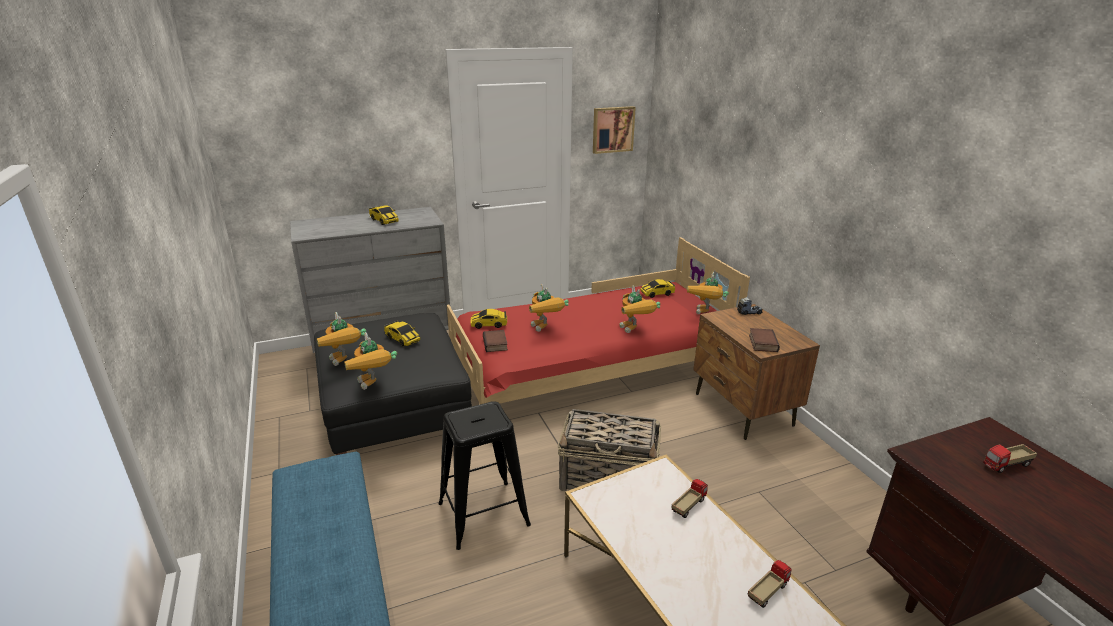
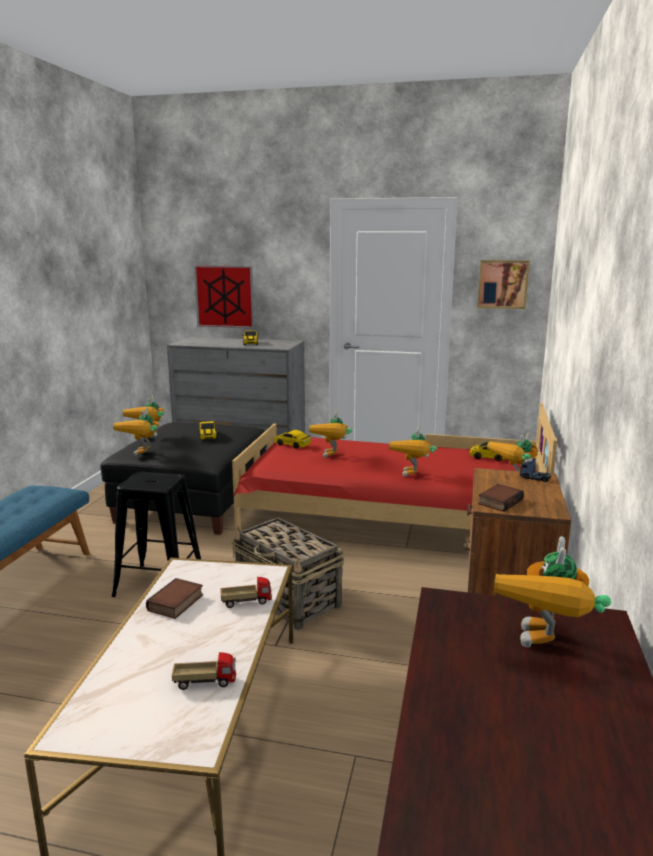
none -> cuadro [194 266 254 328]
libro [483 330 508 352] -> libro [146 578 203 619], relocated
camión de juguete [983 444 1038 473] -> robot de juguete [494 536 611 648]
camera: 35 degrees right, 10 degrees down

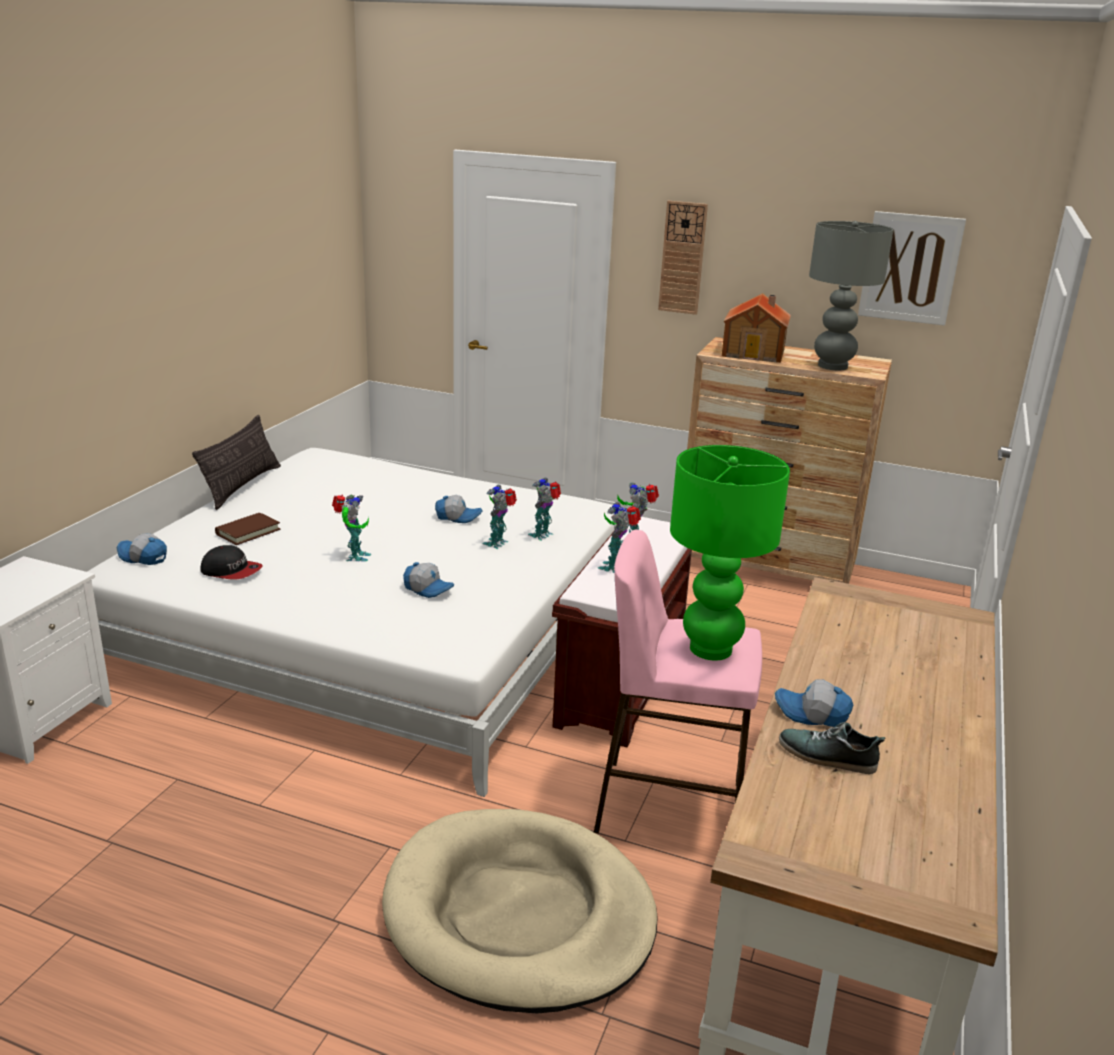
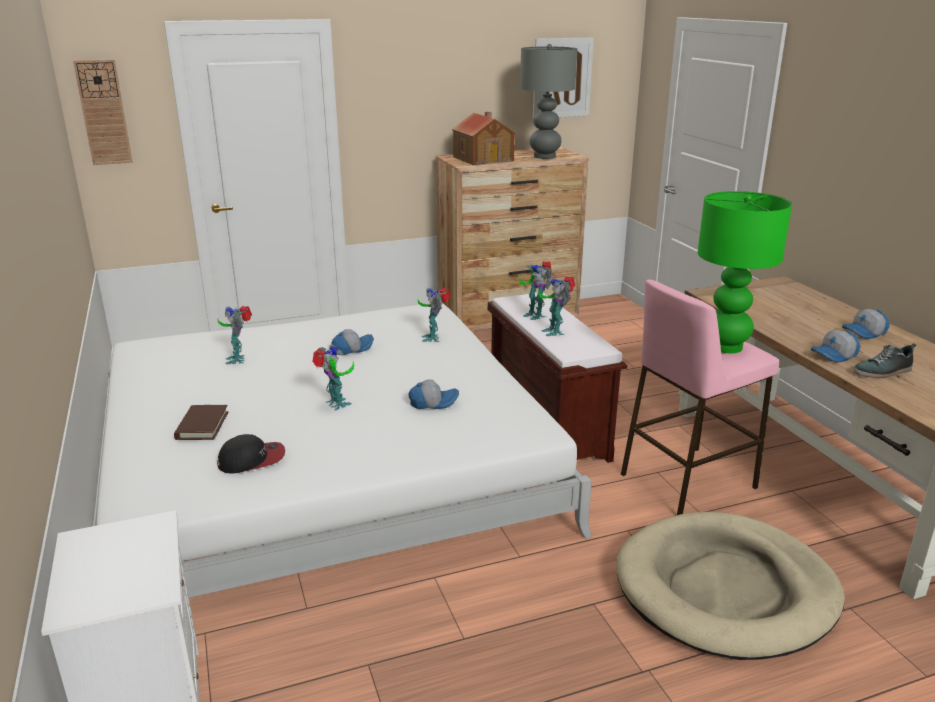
cojín [192 415 281 510] -> none
gorra [116 533 167 565] -> gorra [842 309 890 339], relocated
robot de juguete [483 485 517 549] -> robot de juguete [217 306 252 364], relocated
reloj de pared [658 201 708 315] -> reloj de pared [73 59 133 165], relocated
camera: 40 degrees left, 0 degrees up

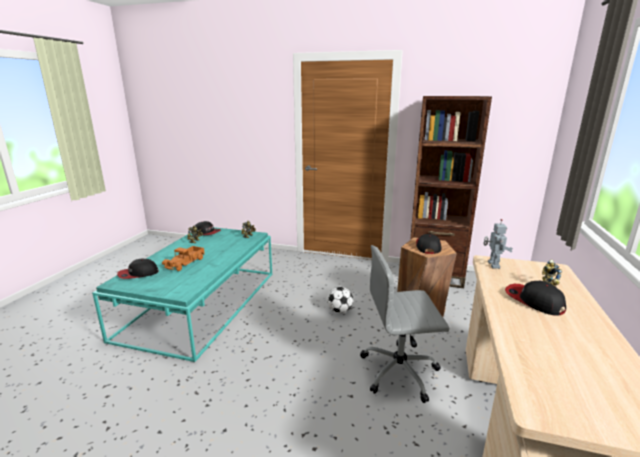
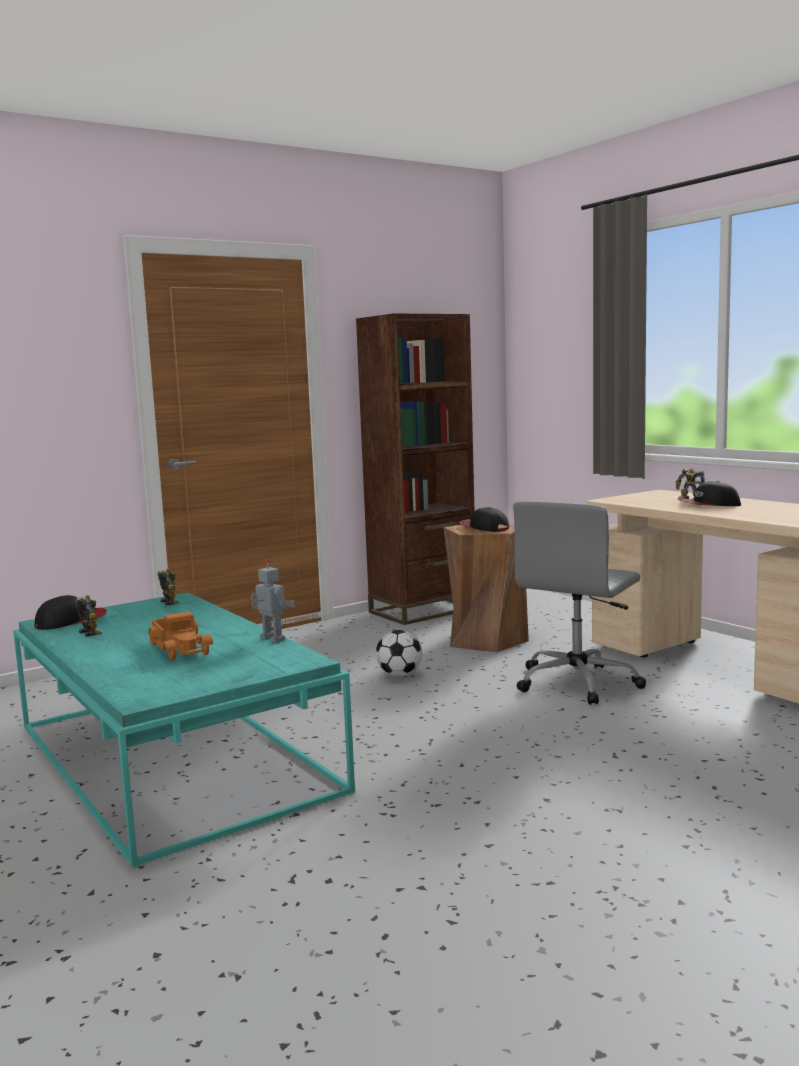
gorra [117 259 158 279] -> none
robot de juguete [483 219 513 269] -> robot de juguete [251 559 296 643], relocated
camera: 50 degrees left, 10 degrees down

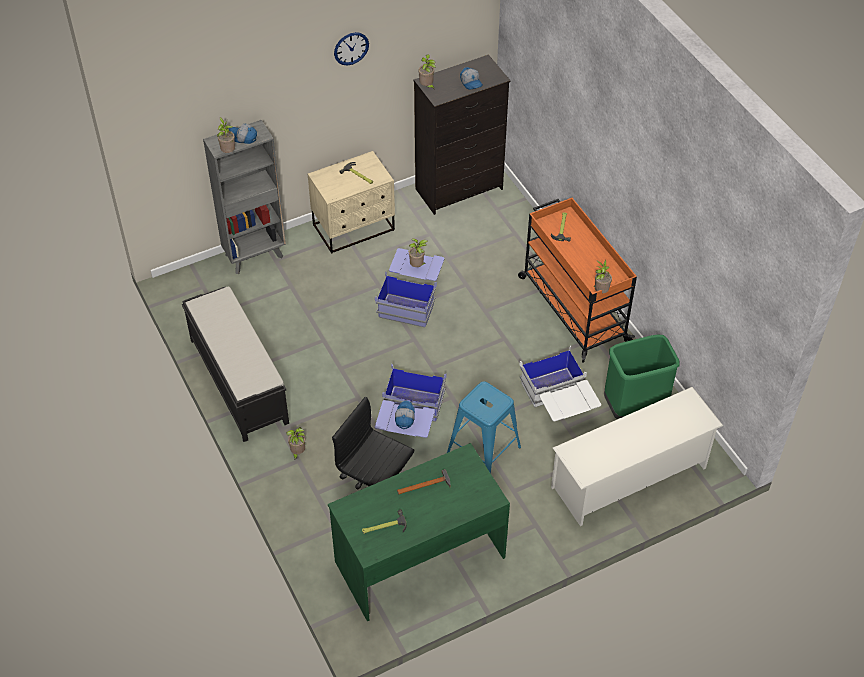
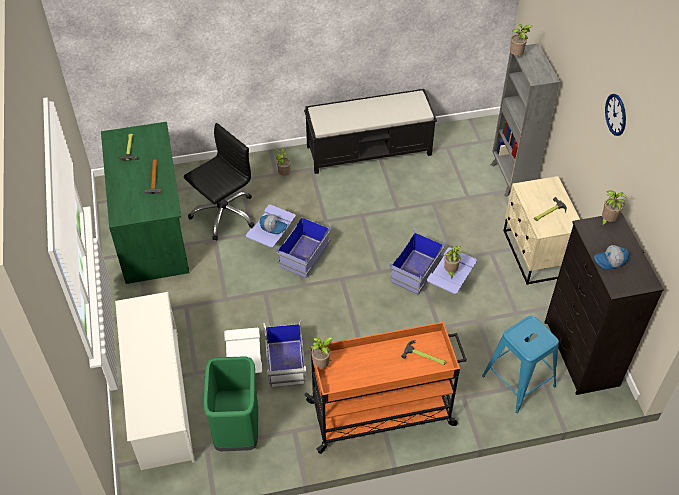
gorra [228 124 257 144] -> none
taburete/azul [447 381 521 473] -> taburete/azul [482 315 559 413], relocated
camera: 105 degrees right, 0 degrees up

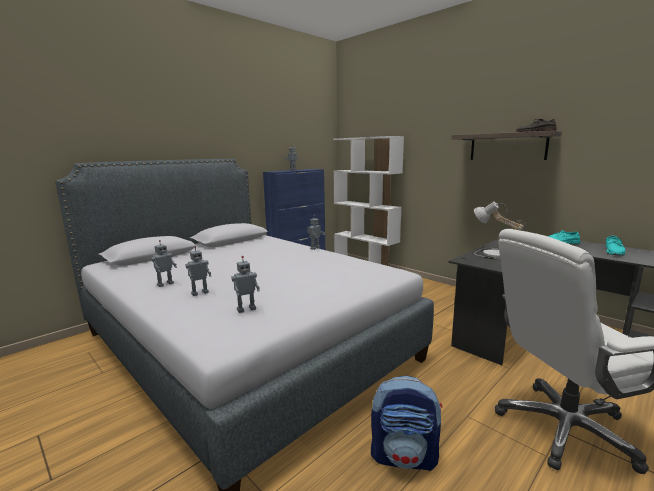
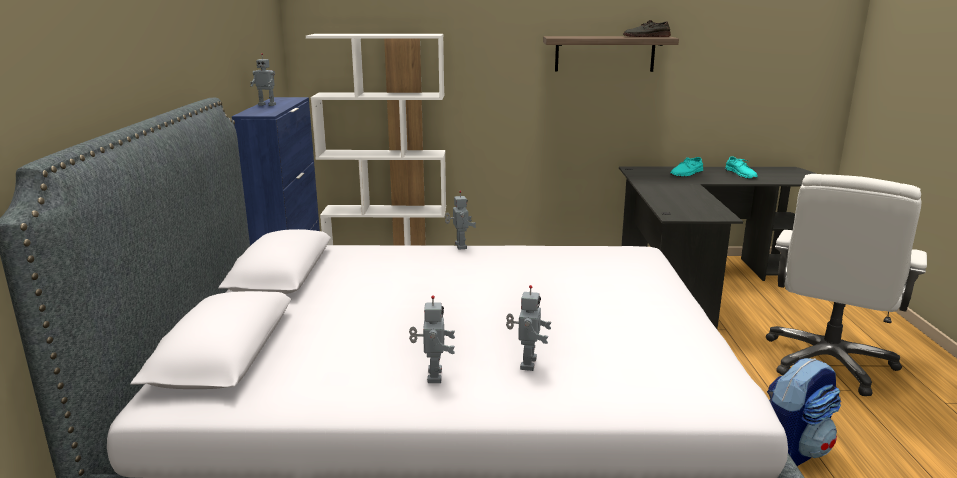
robot de juguete [231 256 260 313] -> none
lámpara de mesa [474 201 526 260] -> none
camera: 45 degrees left, 5 degrees up

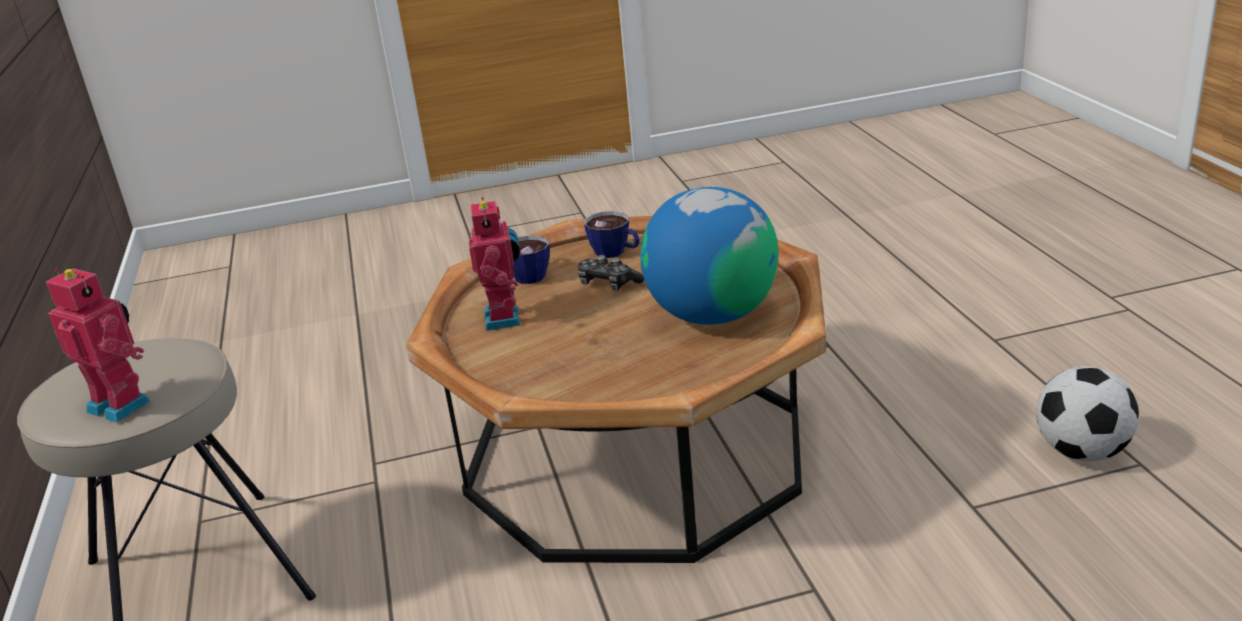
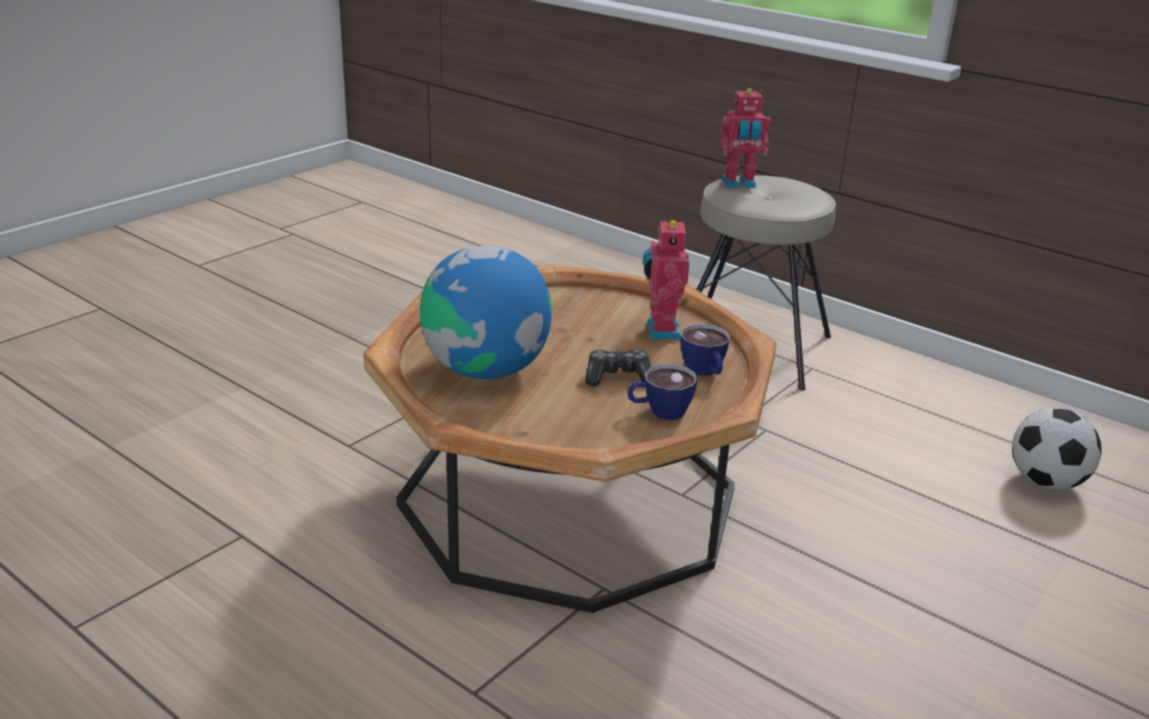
balón de fútbol [1036 367 1139 461] -> balón de fútbol [1012 408 1102 490], relocated
robot de juguete [469 197 520 331] -> robot de juguete [643 217 690 340], 45 degrees clockwise
camera: 140 degrees right, 0 degrees up

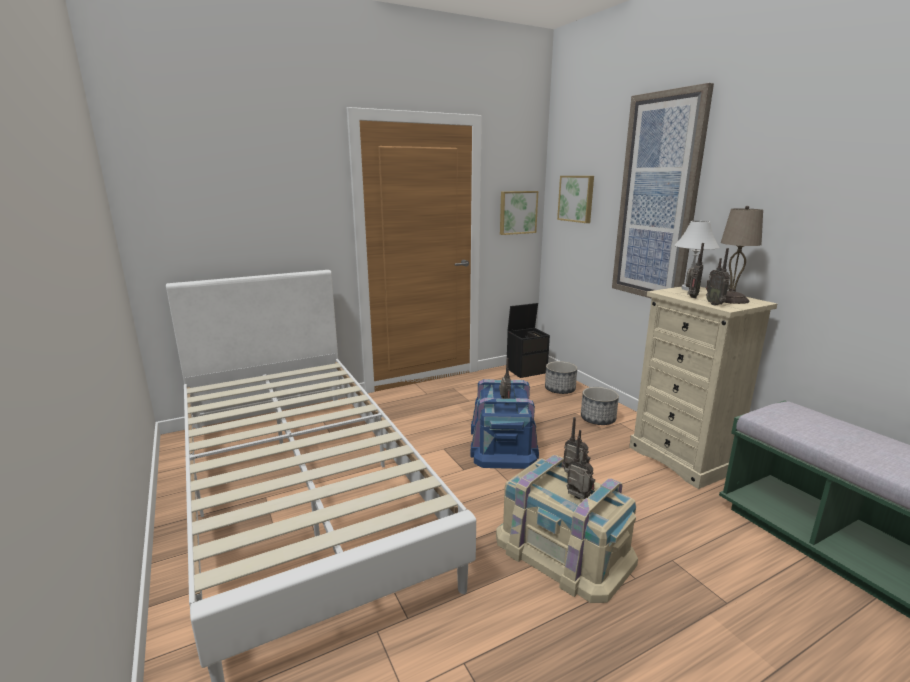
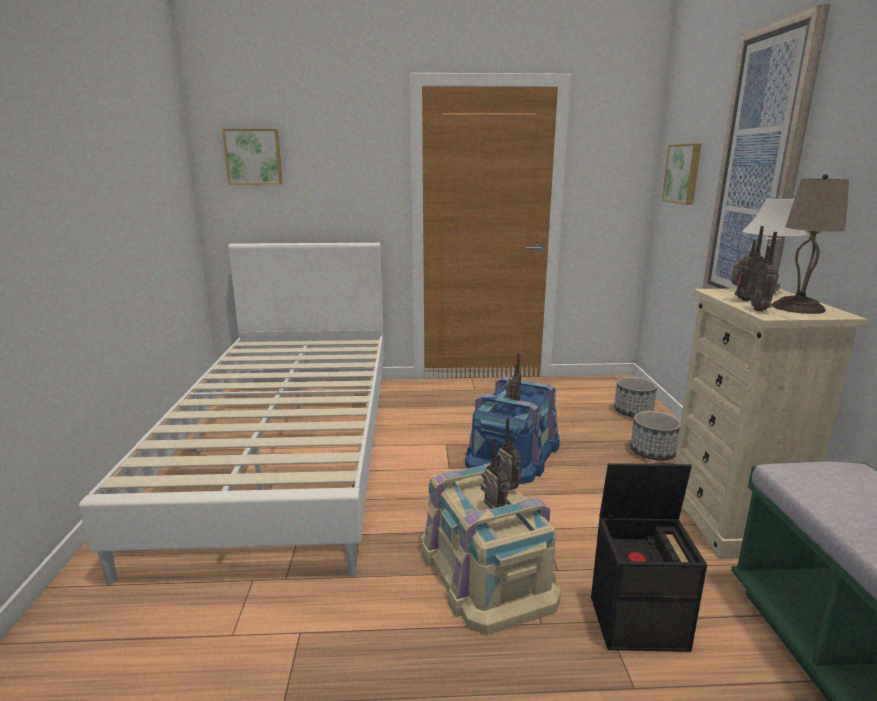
cuadro [500 191 538 235] -> cuadro [222 129 283 185], relocated
caja de almacenaje/negro [507 303 550 378] -> caja de almacenaje/negro [591 463 707 652], relocated
camera: 25 degrees right, 0 degrees up

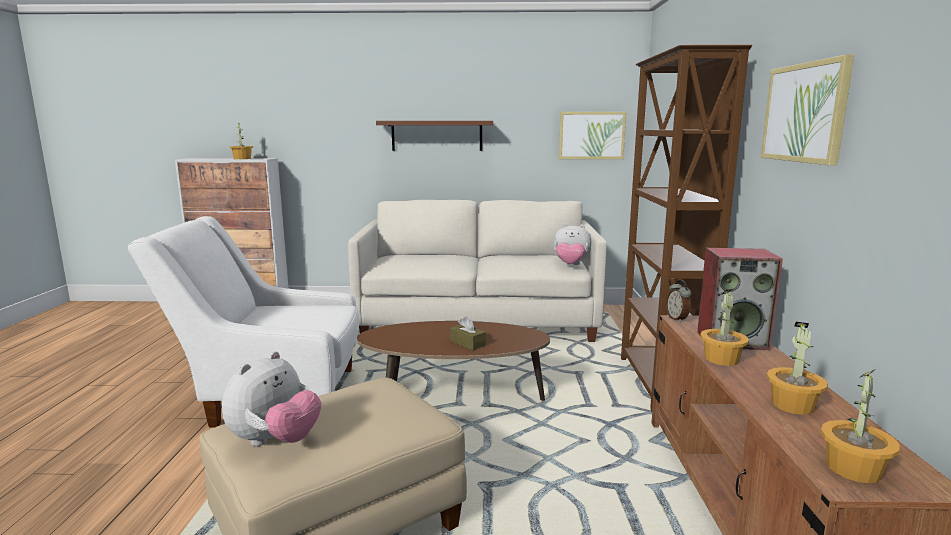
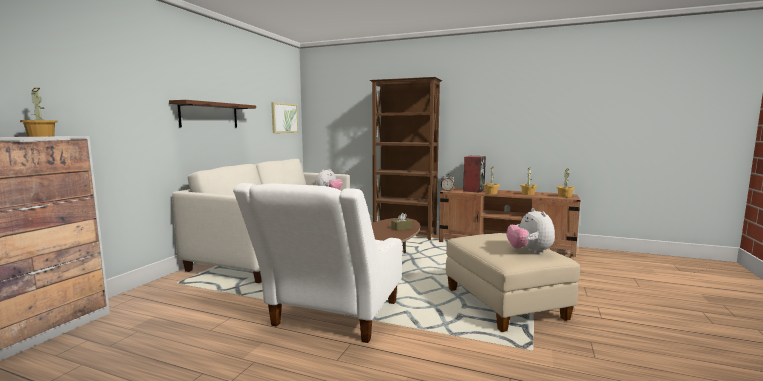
cuadro [761 55 854 165] -> none
peluche [222 351 321 446] -> peluche [507 208 555 254], 150 degrees counterclockwise
camera: 70 degrees left, 5 degrees down

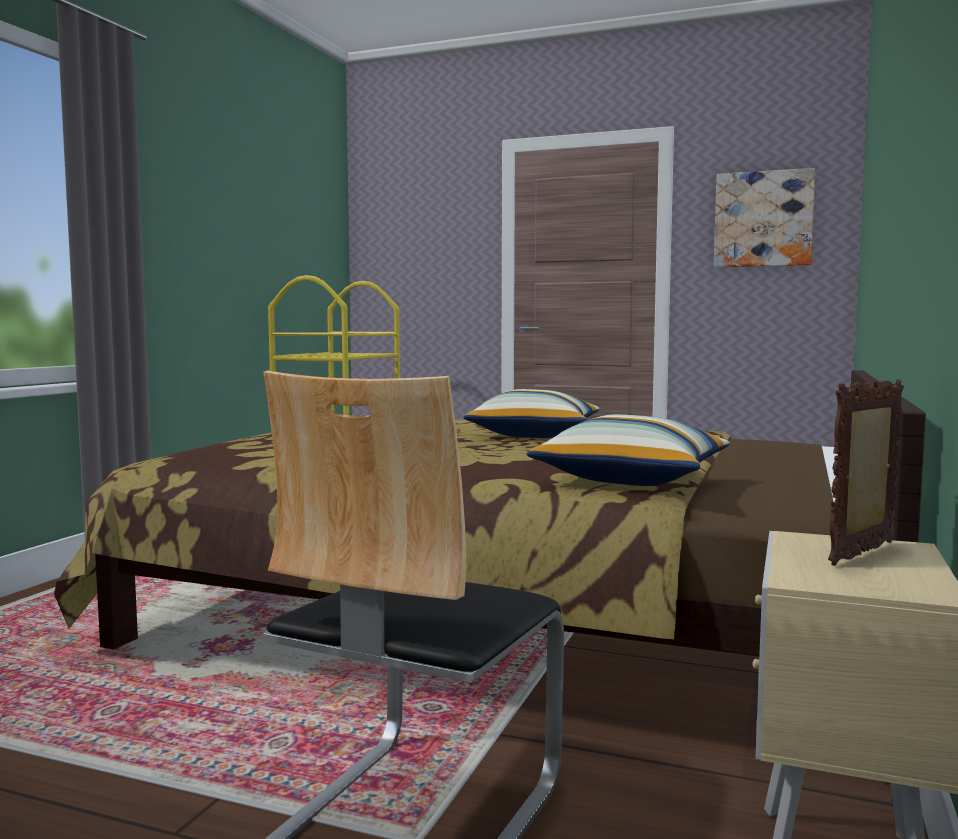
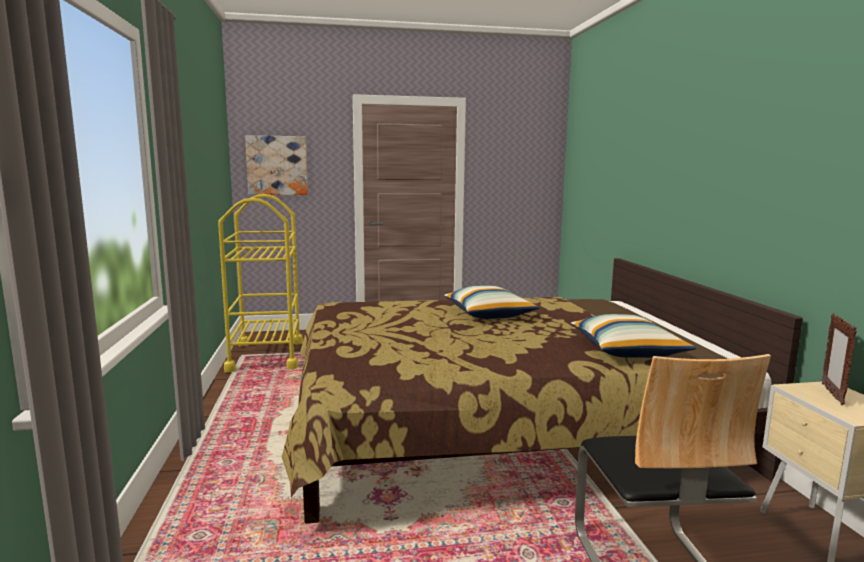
cuadro [714 168 815 267] -> cuadro [245 135 308 195], relocated
camera: 30 degrees left, 5 degrees up

